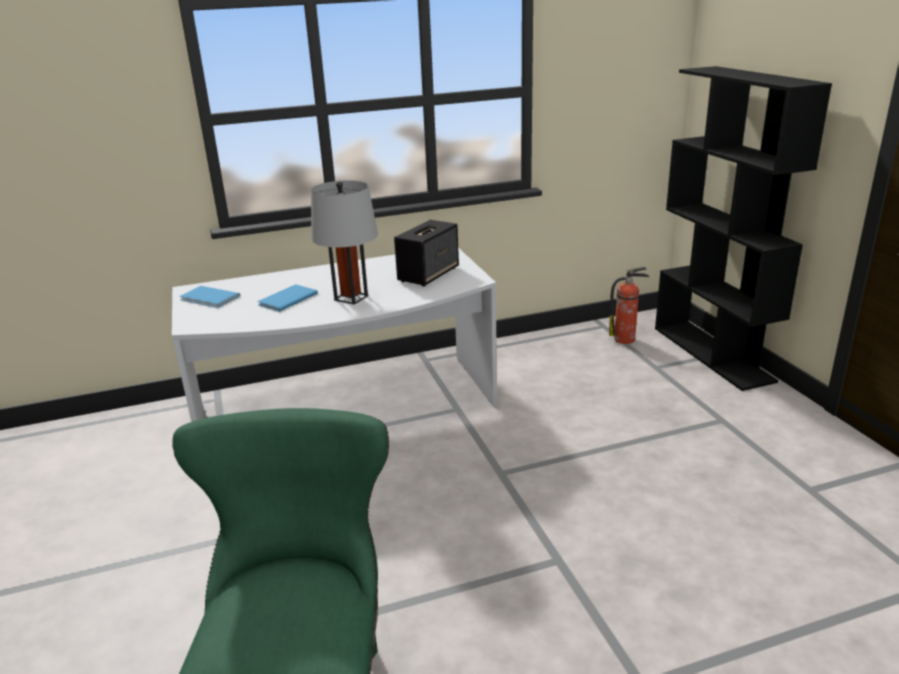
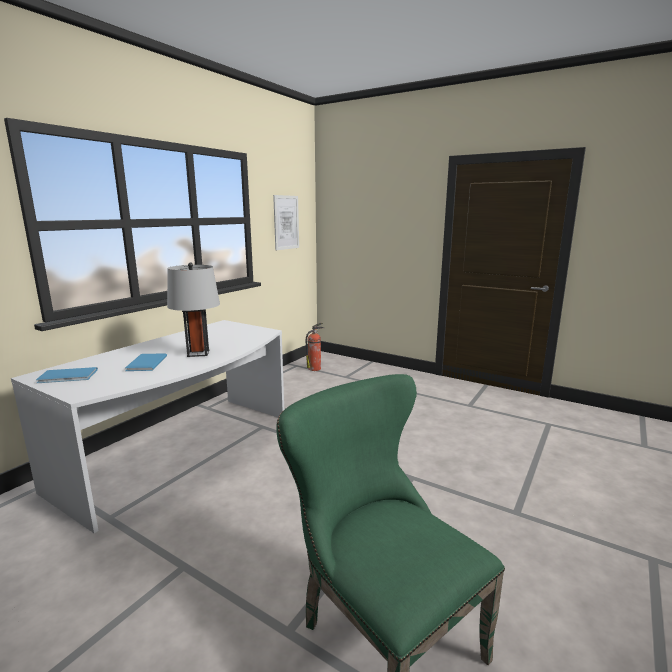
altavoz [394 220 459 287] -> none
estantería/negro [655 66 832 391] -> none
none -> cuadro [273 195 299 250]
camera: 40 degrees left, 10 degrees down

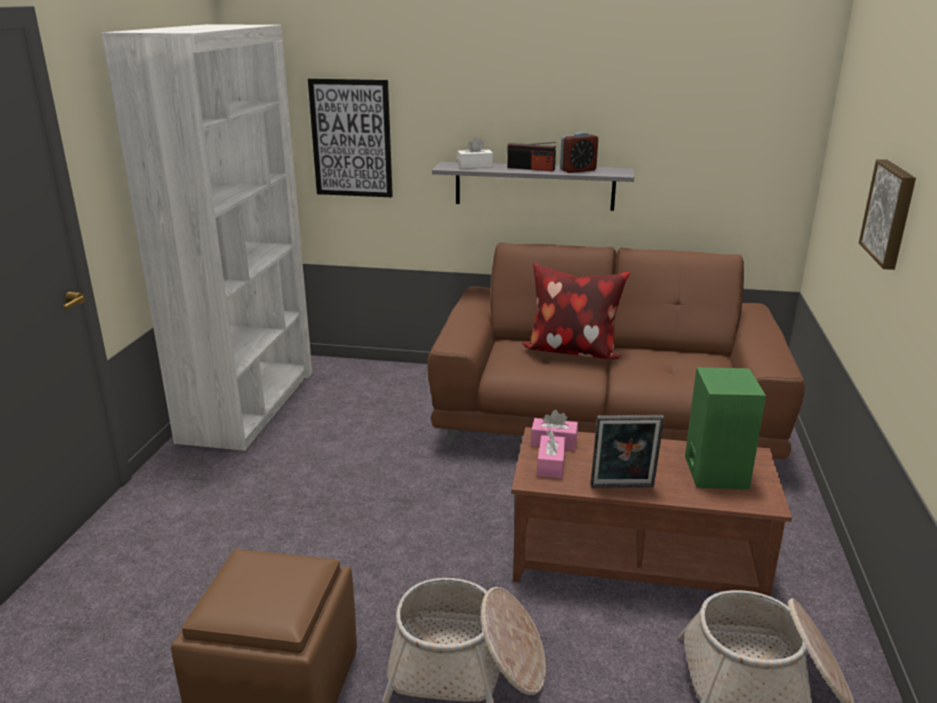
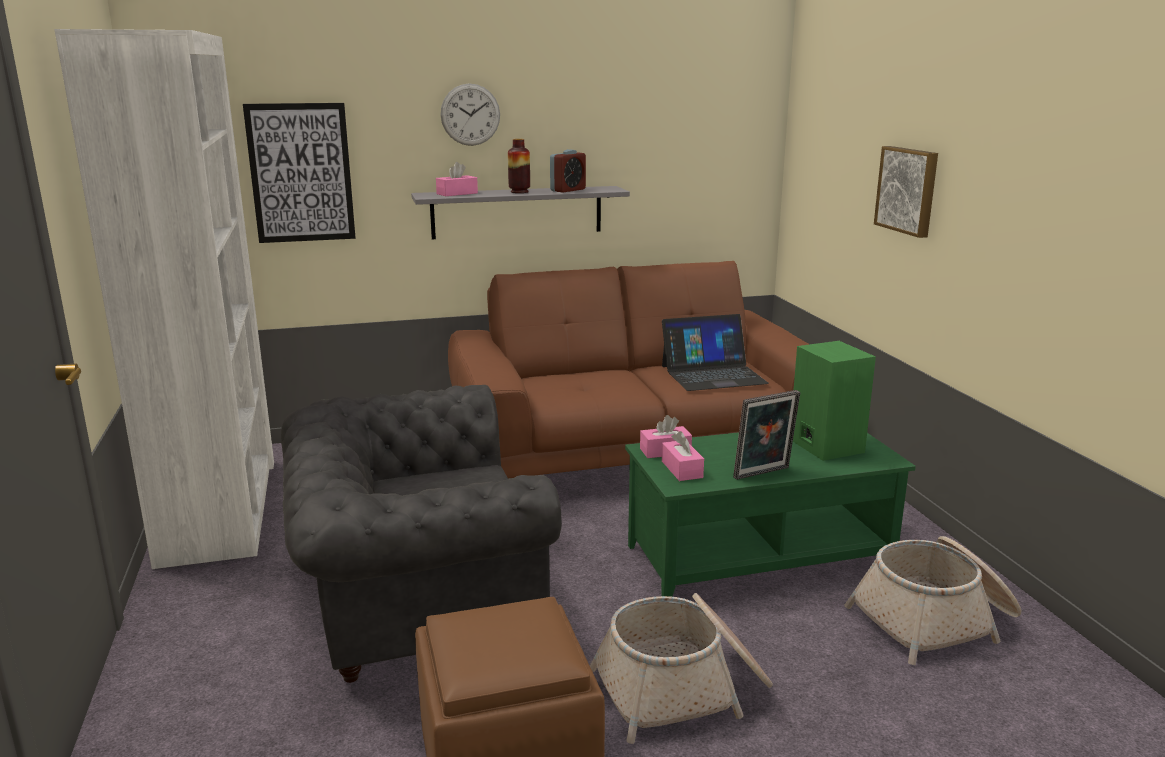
cojín [522 263 630 359] -> none
none -> sillón/gris [281 385 562 683]
none -> reloj de pared [441 83 500 146]
none -> portátil [662 314 769 391]
radio [507 142 556 172] -> florero [508 139 530 193]
caja de pañuelos/blanco [457 137 493 169] -> caja de pañuelos/rosa [436 162 478 196]
mesa de centro/marrón [511 427 792 597] -> mesa de centro/verde [625 432 916 597]
camera: 25 degrees left, 5 degrees down

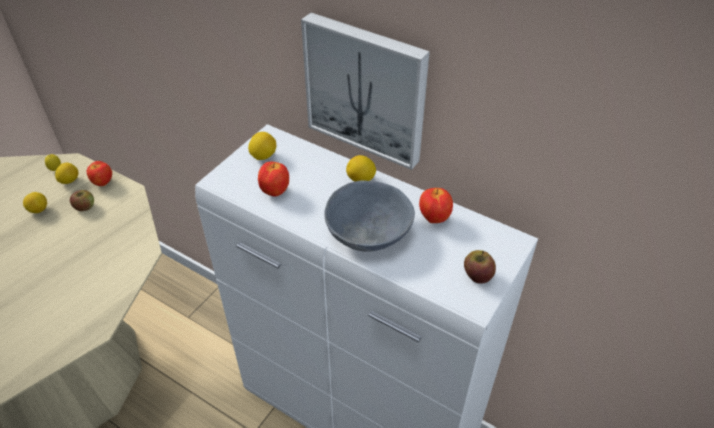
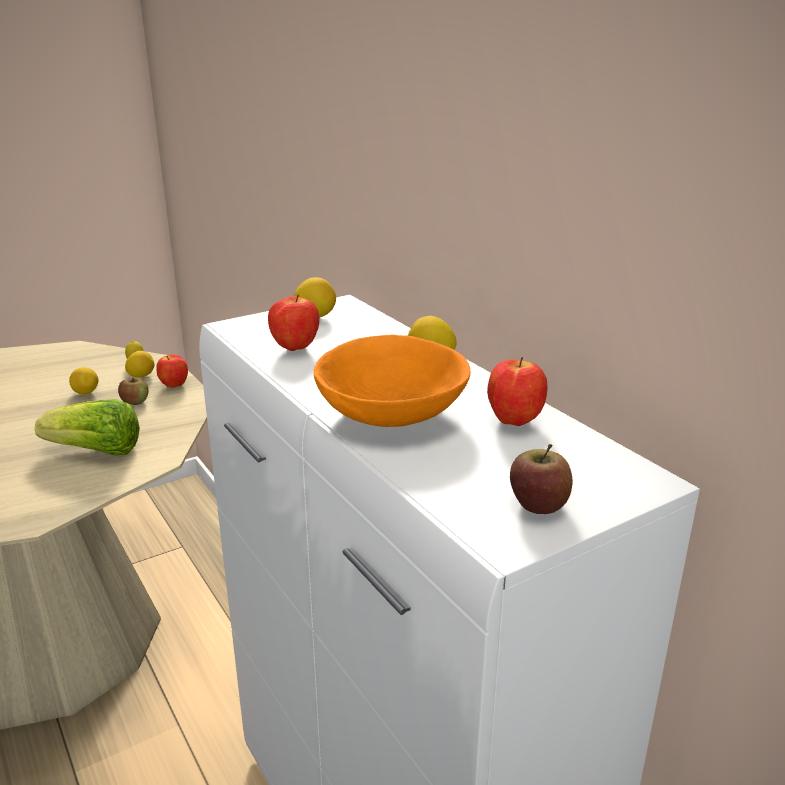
cuadro [301 13 430 170] -> none
none -> lechuga [34 399 140 455]
cuenco/gris [324 180 415 252] -> cuenco/naranja [314 335 470 427]
camera: 25 degrees right, 20 degrees down

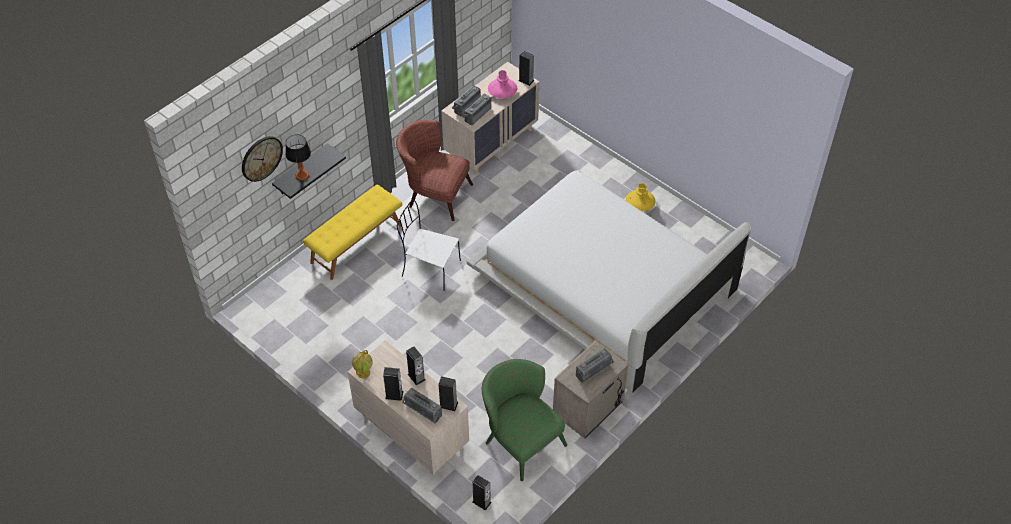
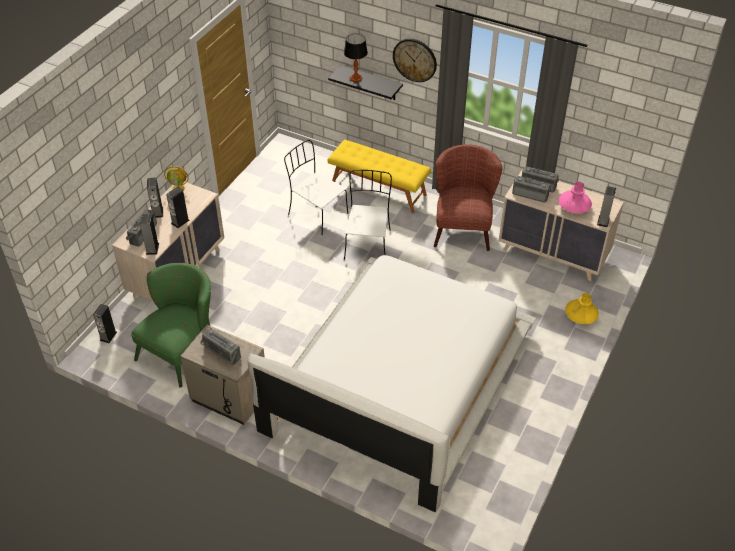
none -> silla/blanco [284 140 348 235]
reloj de pared [242 136 283 182] -> reloj de pared [393 39 437 82], relocated
florero/amarillo [626 183 656 211] -> florero/amarillo [565 293 599 324], relocated
camera: 75 degrees right, 5 degrees down

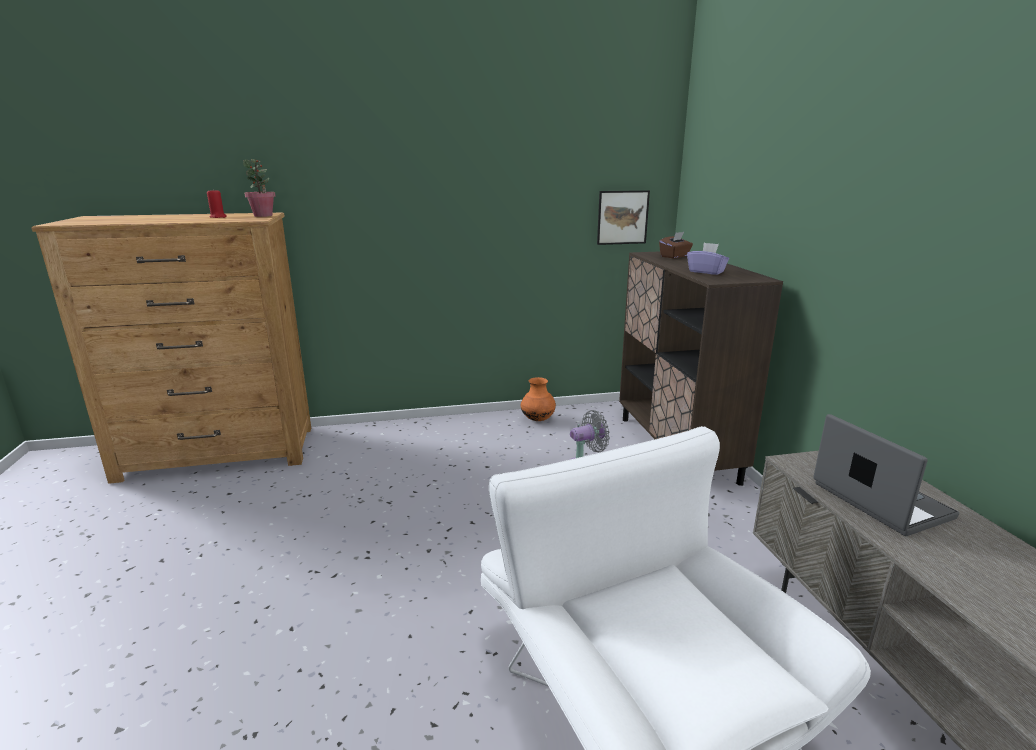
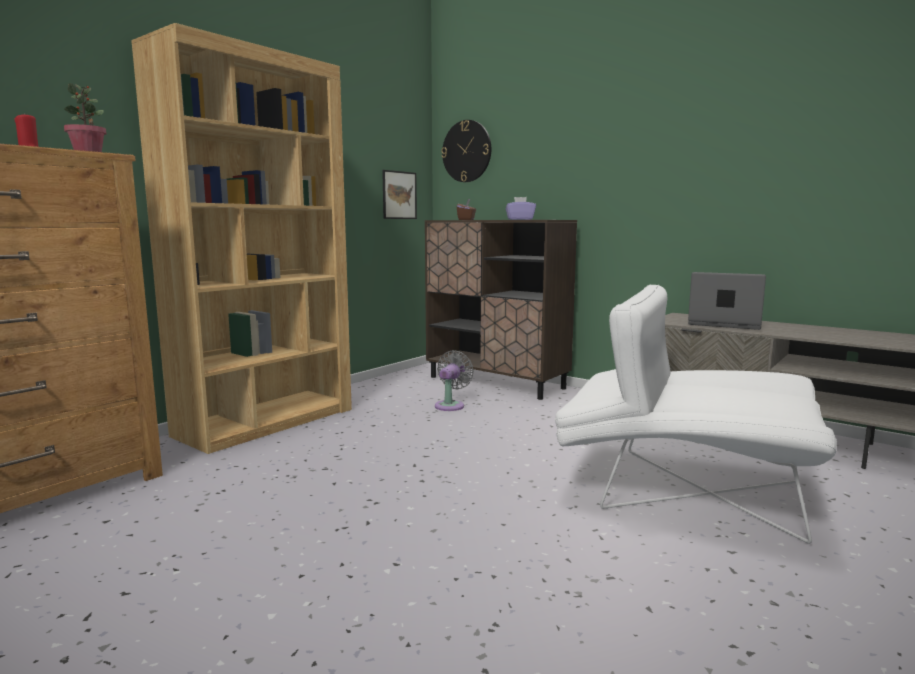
florero/naranja [521 377 556 421] -> none
none -> estantería/marrón [131 23 352 454]
none -> reloj de pared [441 120 491 182]
camera: 40 degrees left, 10 degrees down

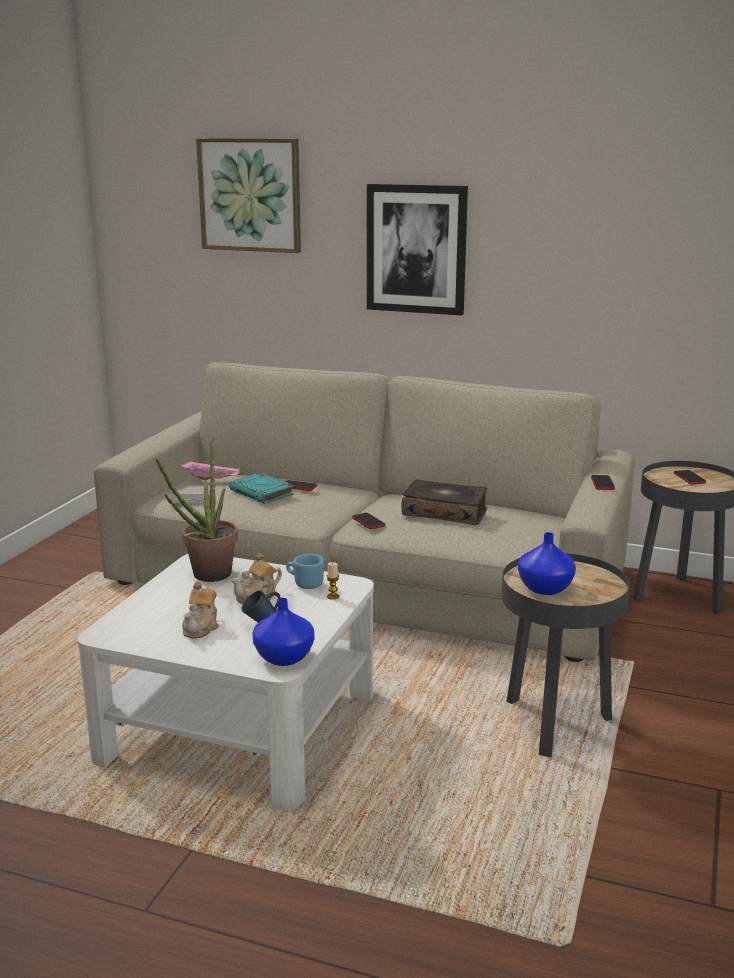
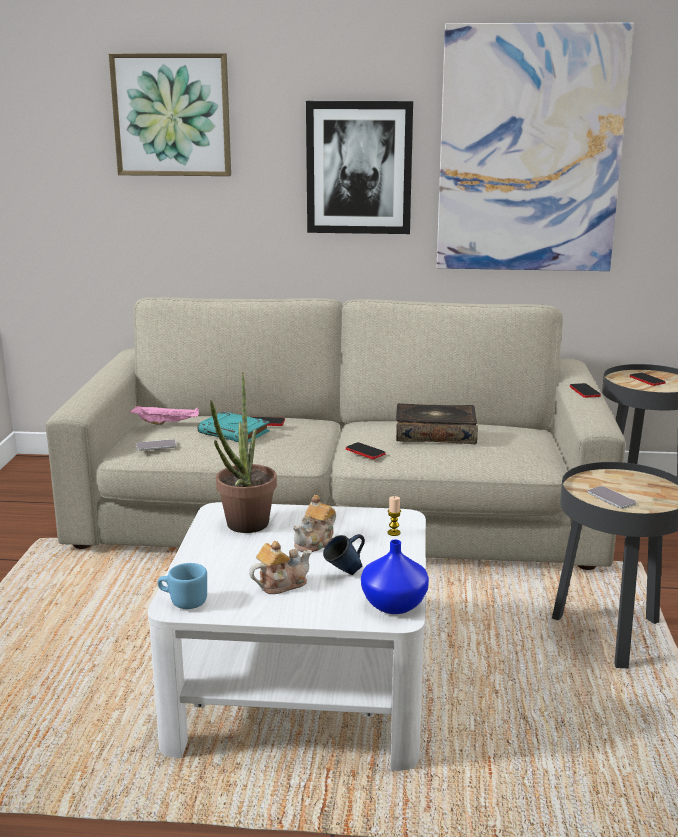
none -> cuadro [436 23 634 271]
taza grande/azul [286 554 324 589] -> taza grande/azul [157 563 207 609], relocated
florero/azul [518 532 576 595] -> móvil [587 486 636 509]
tetera [182 581 219 639] -> tetera [249 541 312 594], 120 degrees counterclockwise
camera: 15 degrees left, 0 degrees up

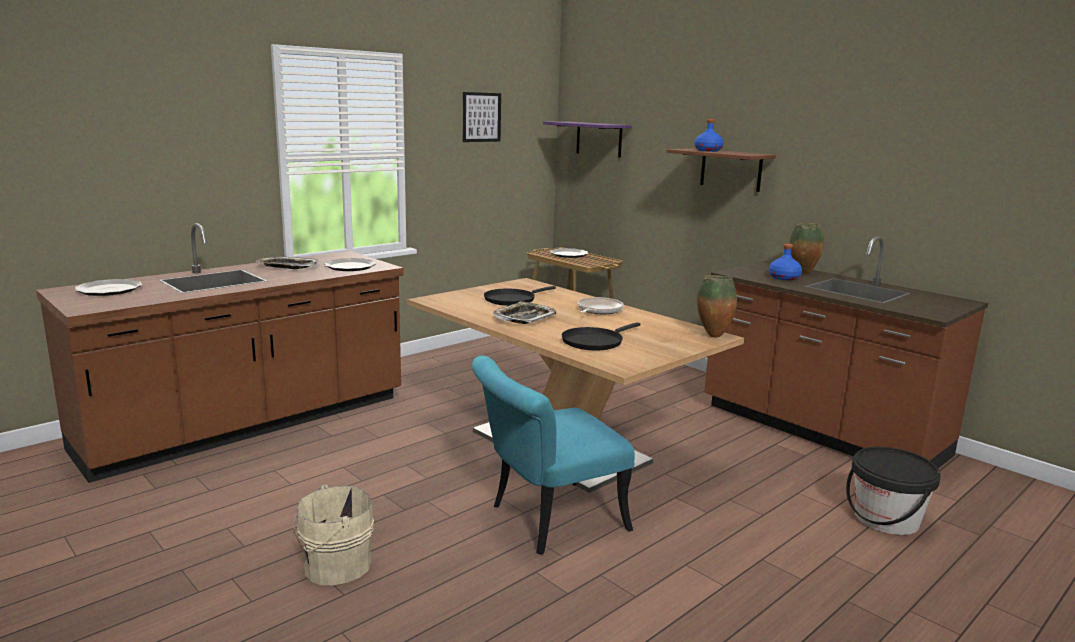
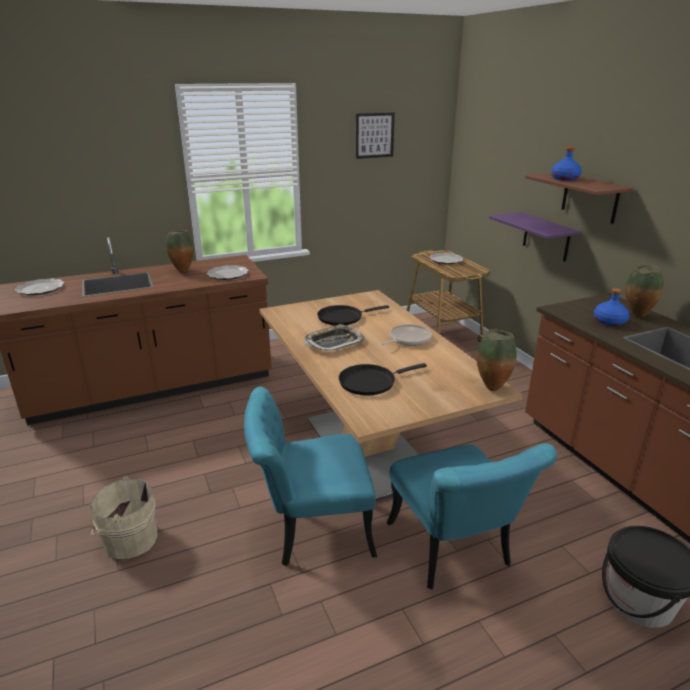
none -> silla/turquesa [387 444 557 590]
estante/morado [543 121 632 158] -> estante/morado [489 212 581 262], relocated
bandeja [256 257 318 269] -> florero [165 230 193 273]
camera: 20 degrees right, 10 degrees up

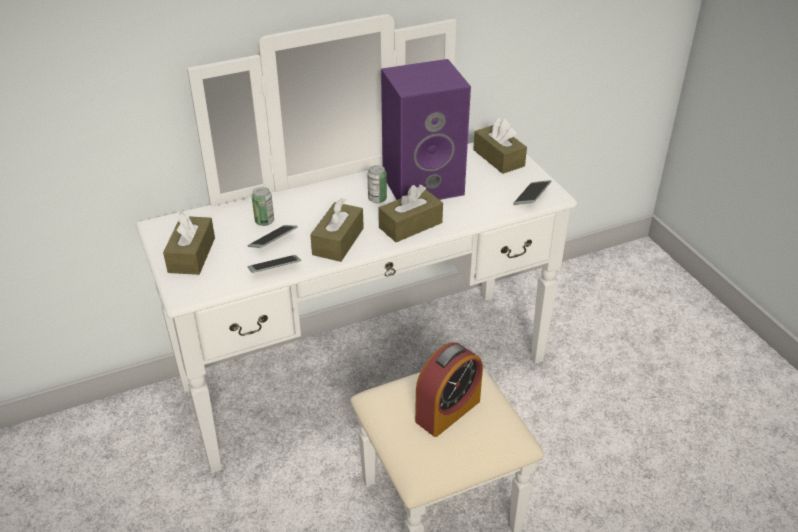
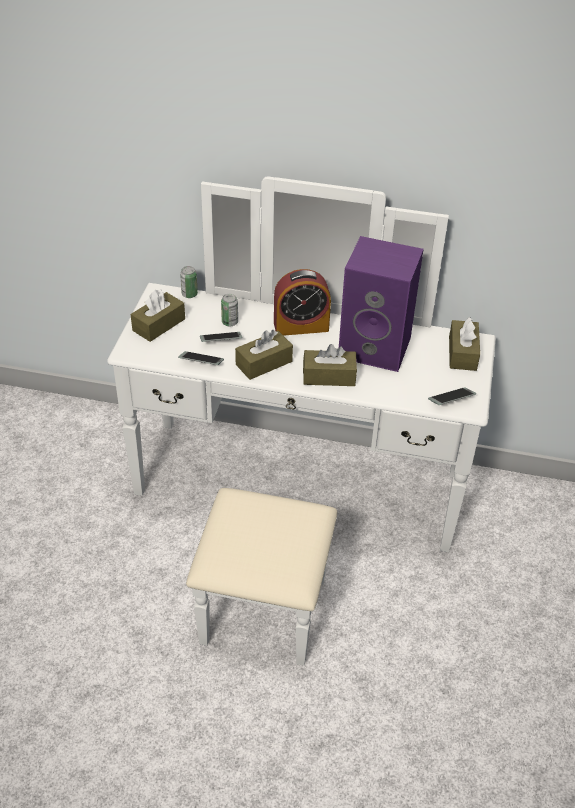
lata [367 165 387 203] -> lata [180 266 198 298], relocated
despertador [415 342 483 437] -> despertador [274 269 331 336], relocated
camera: 35 degrees right, 5 degrees up

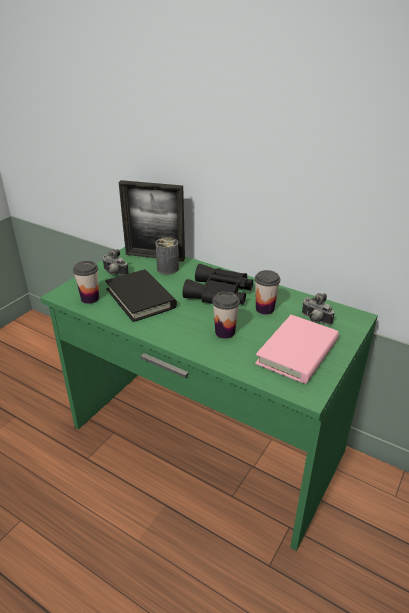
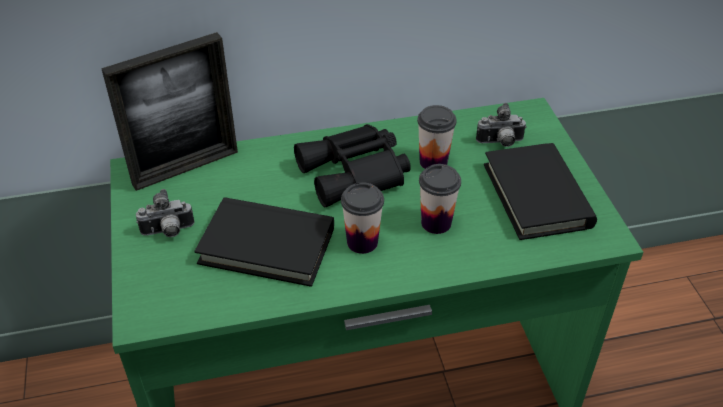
lata [155 237 179 275] -> none
taza [73 261 99 304] -> taza [341 182 384 254], relocated
libro/rosa [255 315 339 384] -> libro/negro [484 143 597 240]
camera: 45 degrees left, 10 degrees up

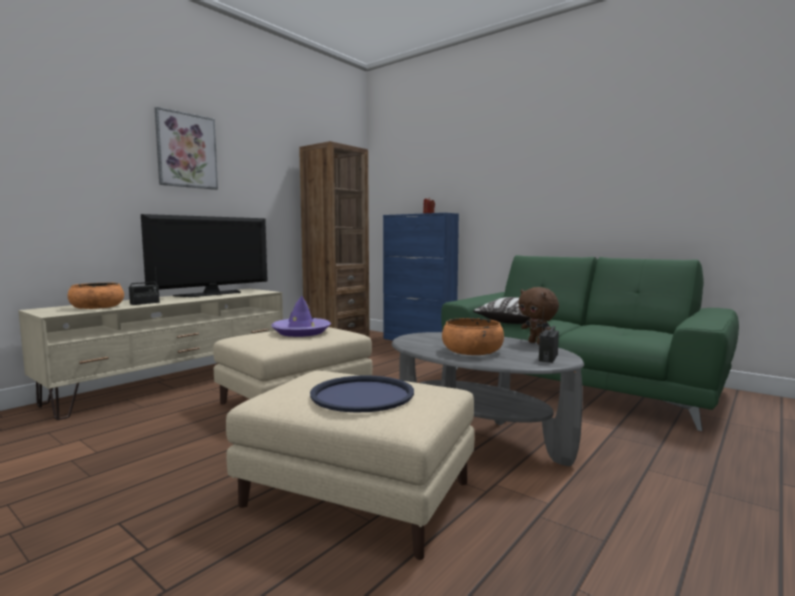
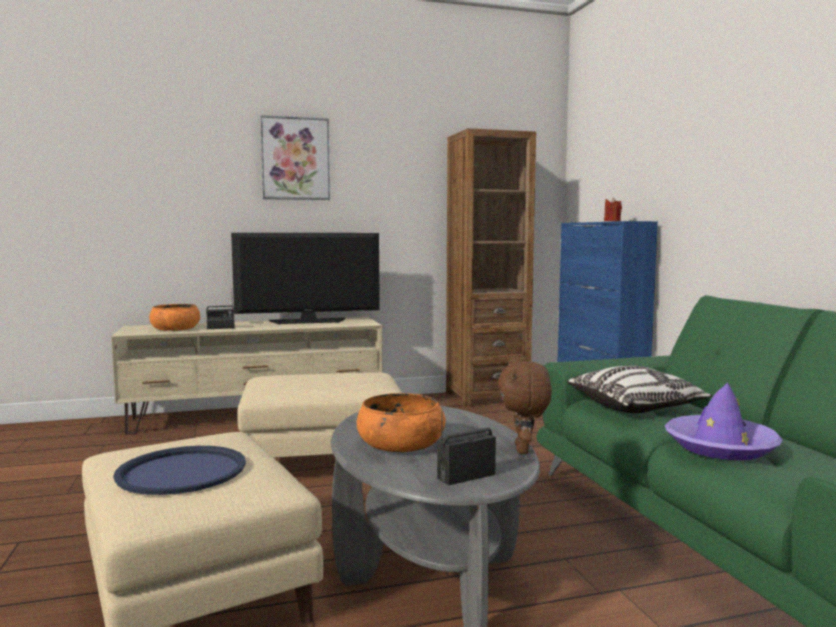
sombrero/morado [271 296 331 337] -> sombrero/morado [665 383 783 460], relocated
camera: 35 degrees right, 0 degrees up

